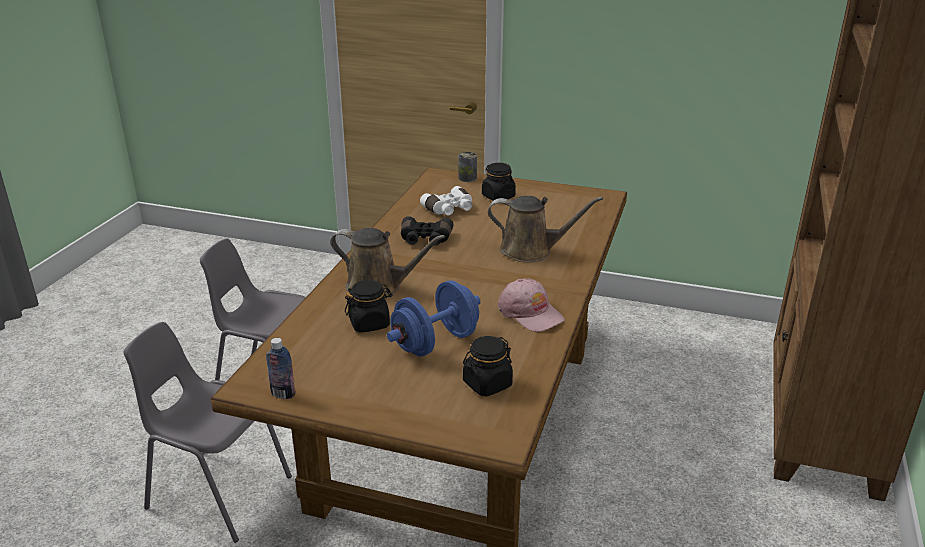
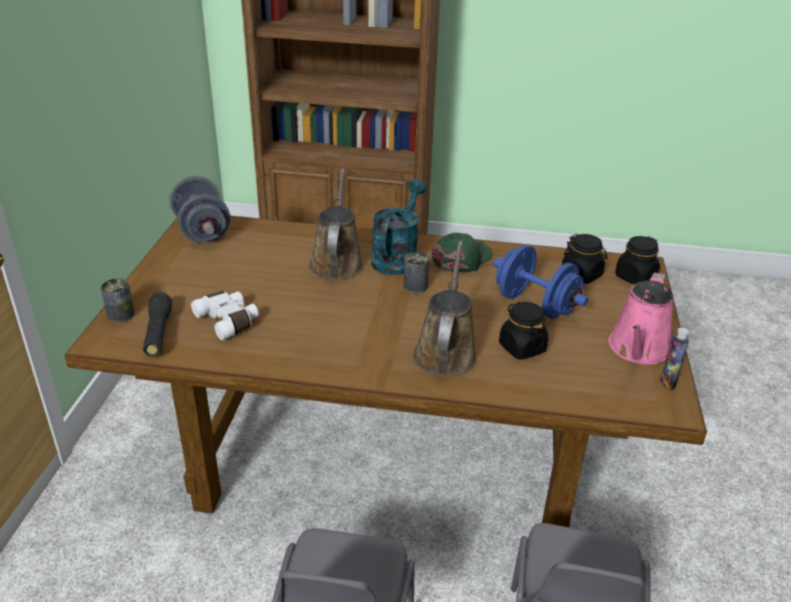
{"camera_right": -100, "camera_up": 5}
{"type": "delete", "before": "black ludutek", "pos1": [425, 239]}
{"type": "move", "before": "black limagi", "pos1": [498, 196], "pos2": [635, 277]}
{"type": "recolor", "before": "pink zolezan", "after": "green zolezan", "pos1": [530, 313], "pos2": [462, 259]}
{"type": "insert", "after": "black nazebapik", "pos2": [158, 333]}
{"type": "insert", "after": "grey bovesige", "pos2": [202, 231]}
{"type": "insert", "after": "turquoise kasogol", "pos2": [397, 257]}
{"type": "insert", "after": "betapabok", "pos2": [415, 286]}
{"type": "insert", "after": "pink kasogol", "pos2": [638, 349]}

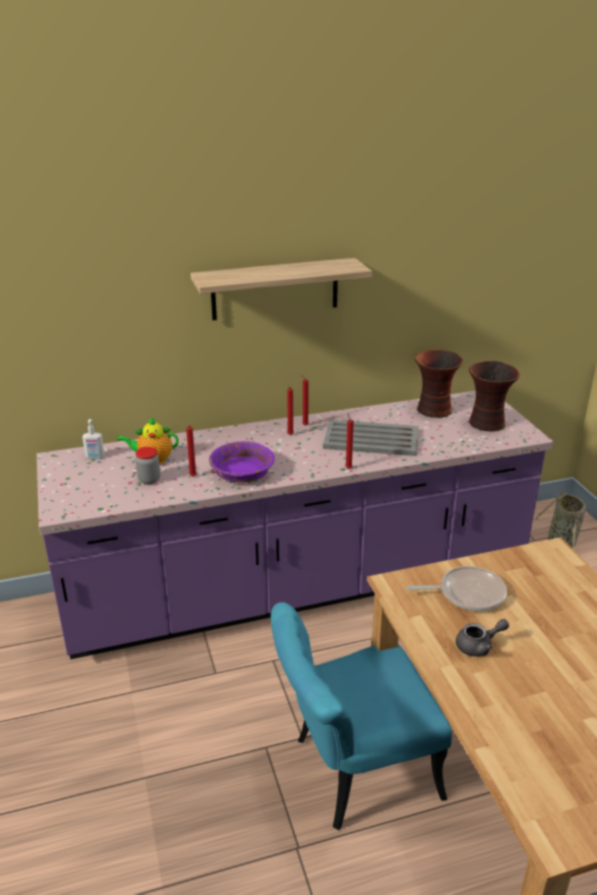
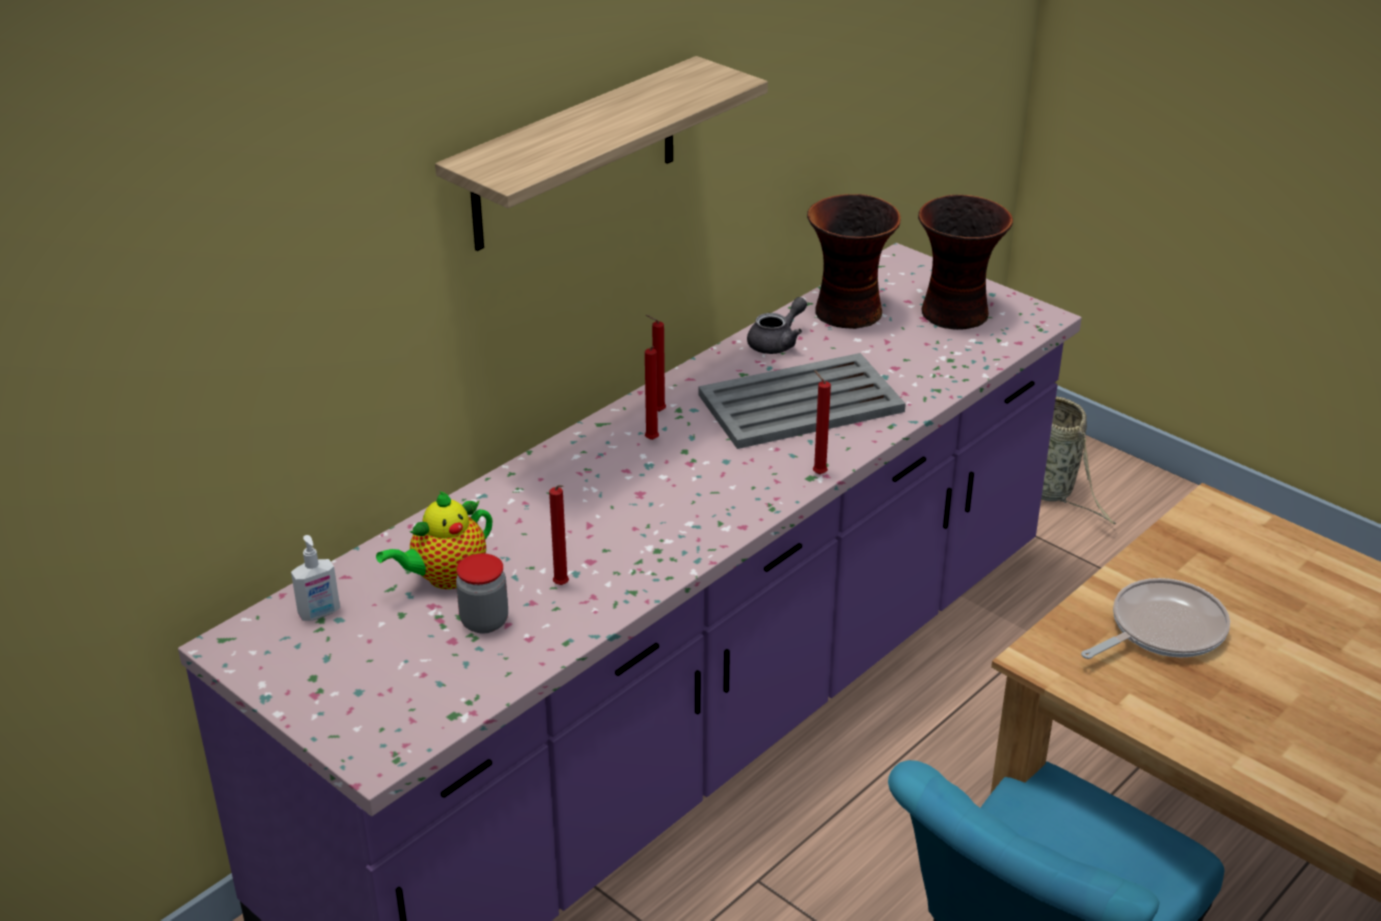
{"camera_right": -30, "camera_up": 5}
{"type": "delete", "before": "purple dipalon", "pos1": [241, 472]}
{"type": "move", "before": "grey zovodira", "pos1": [479, 646], "pos2": [777, 342]}

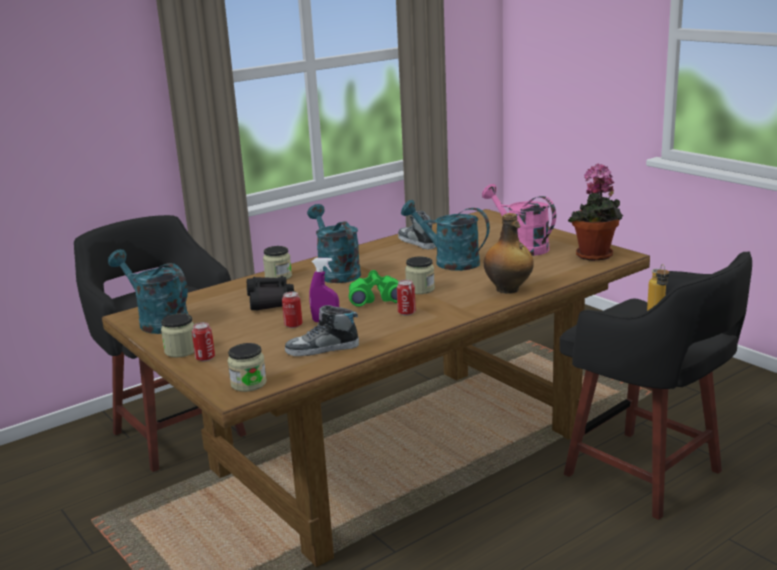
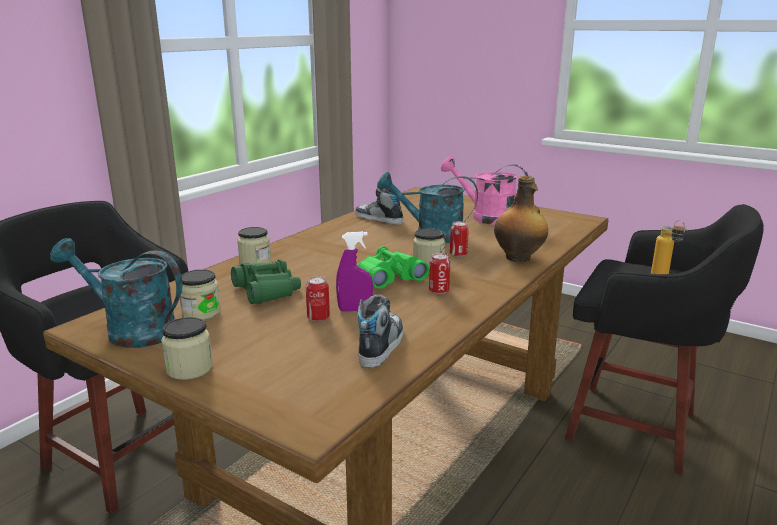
{"camera_right": -20, "camera_up": 0}
{"type": "move", "before": "betapabok", "pos1": [205, 358], "pos2": [458, 254]}
{"type": "move", "before": "limagi", "pos1": [248, 384], "pos2": [201, 312]}
{"type": "recolor", "before": "black ludutek", "after": "green ludutek", "pos1": [270, 301], "pos2": [267, 291]}
{"type": "rotate", "before": "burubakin", "pos1": [322, 349], "pos2": [380, 345], "turn": 135}
{"type": "delete", "before": "turquoise kasogol", "pos1": [335, 272]}
{"type": "delete", "before": "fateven", "pos1": [595, 256]}

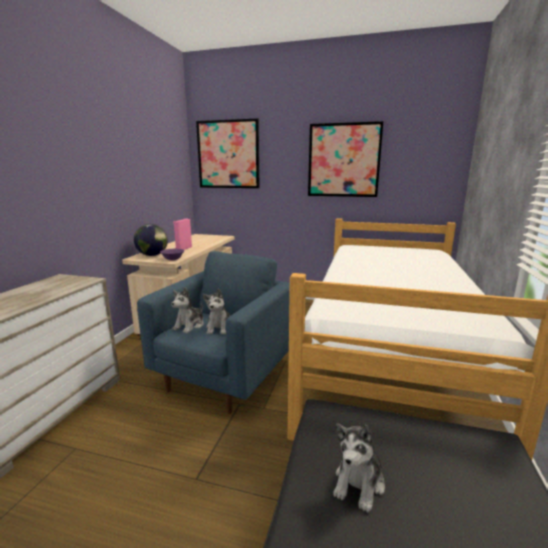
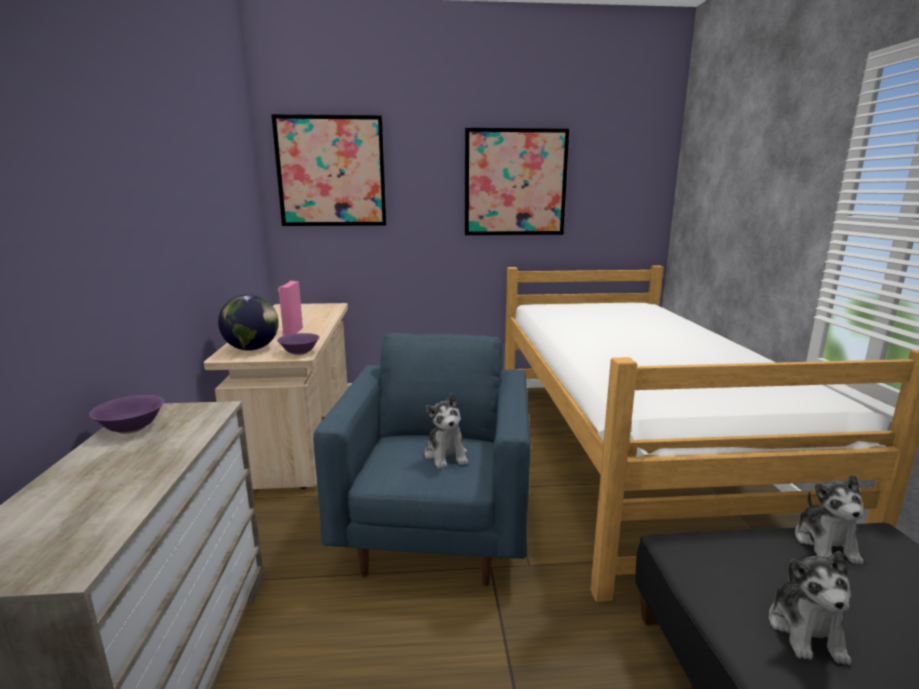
{"camera_right": -20, "camera_up": 0}
{"type": "move", "before": "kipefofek", "pos1": [189, 326], "pos2": [825, 544]}
{"type": "insert", "after": "purple dipalon", "pos2": [132, 428]}

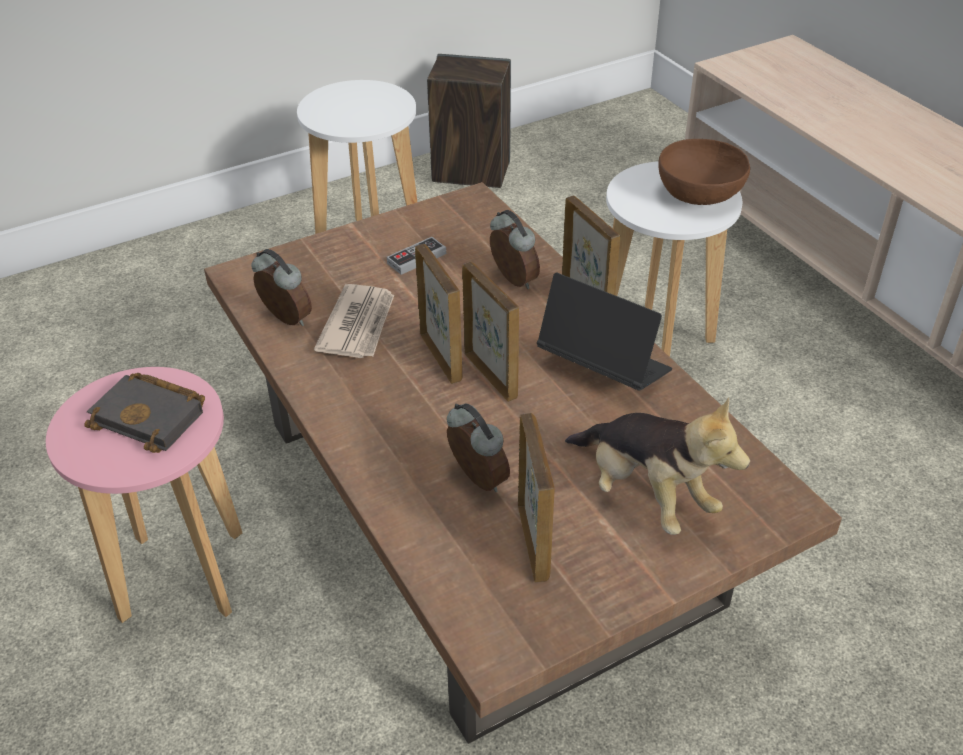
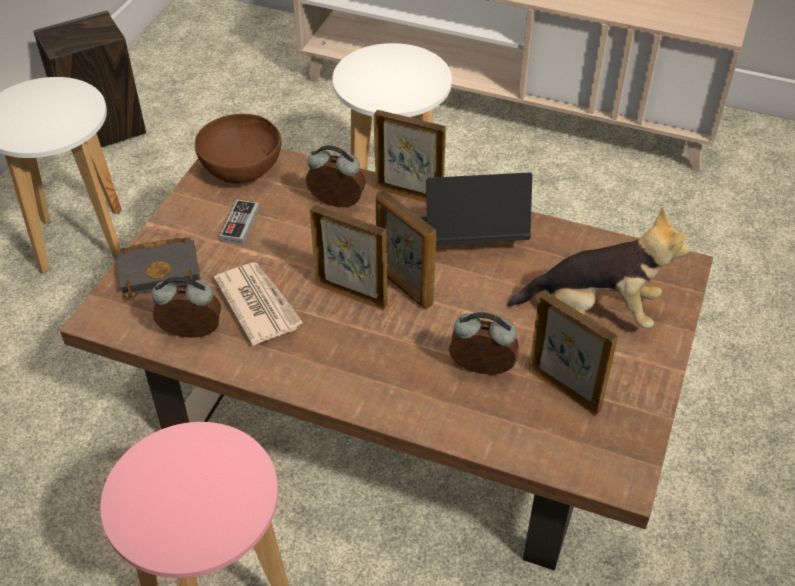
{"camera_right": -40, "camera_up": 5}
{"type": "move", "before": "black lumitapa", "pos1": [153, 417], "pos2": [161, 270]}
{"type": "rotate", "before": "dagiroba", "pos1": [491, 375], "pos2": [403, 287], "turn": -150}
{"type": "move", "before": "brown dipalon", "pos1": [699, 193], "pos2": [241, 167]}

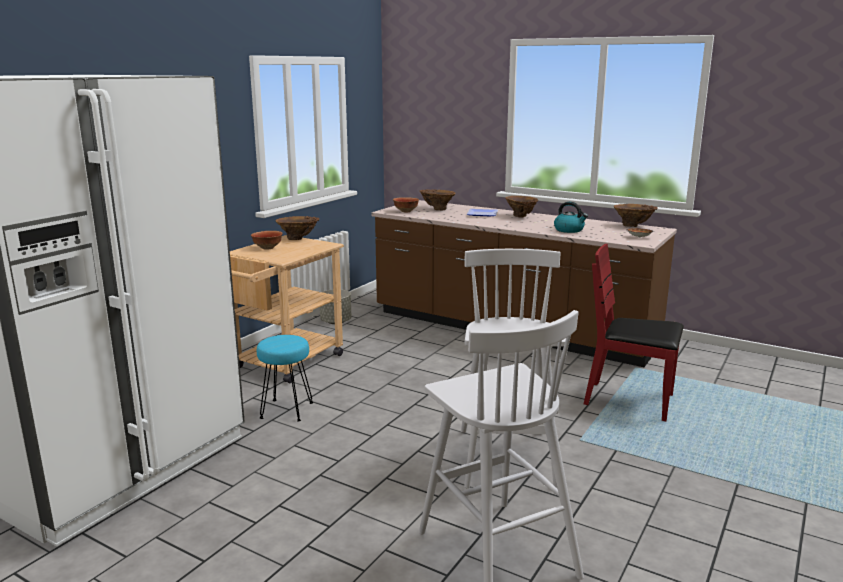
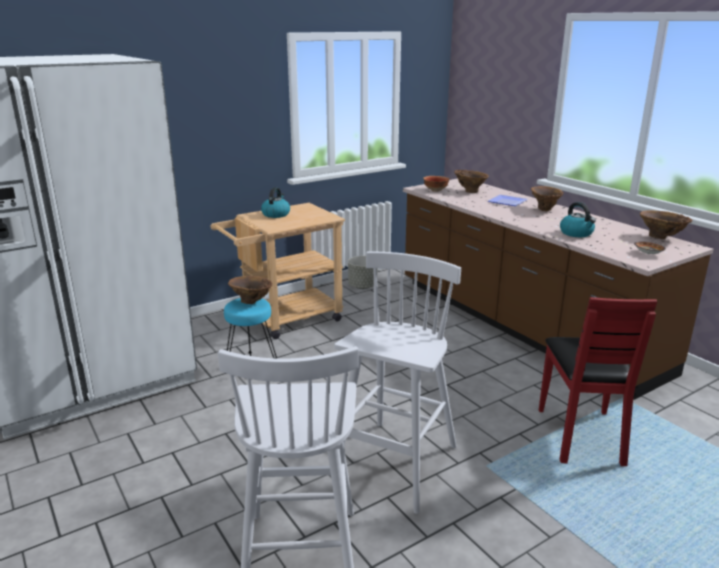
{"camera_right": 25, "camera_up": 5}
{"type": "replace", "before": "dipalon", "after": "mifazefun", "pos1": [267, 248], "pos2": [276, 214]}
{"type": "move", "before": "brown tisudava", "pos1": [298, 239], "pos2": [251, 302]}
{"type": "rotate", "before": "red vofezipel", "pos1": [629, 401], "pos2": [581, 435], "turn": -135}

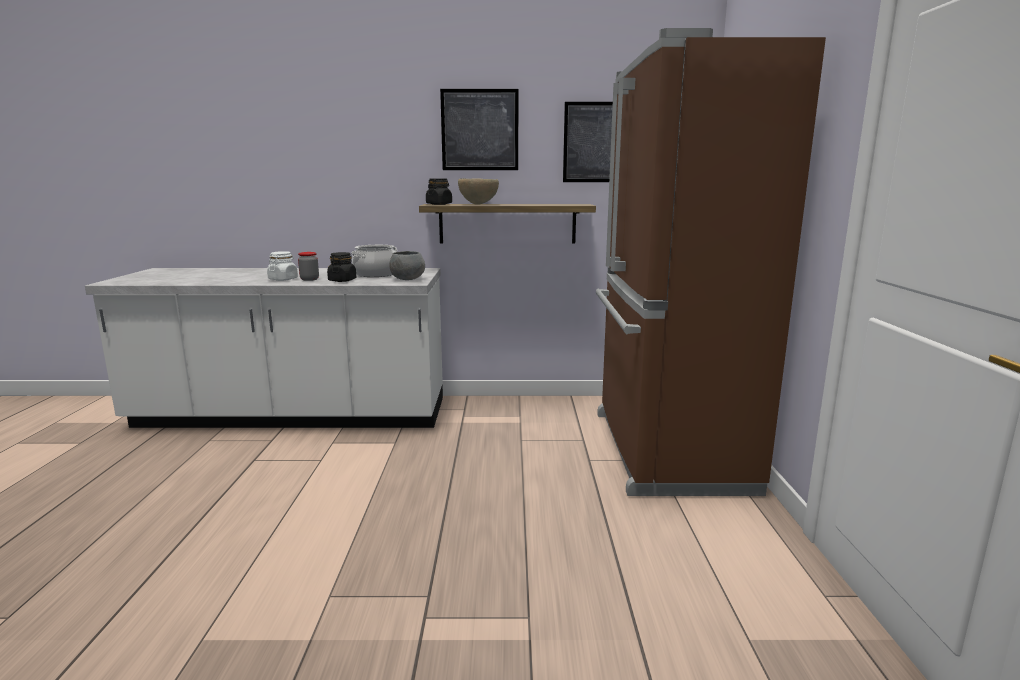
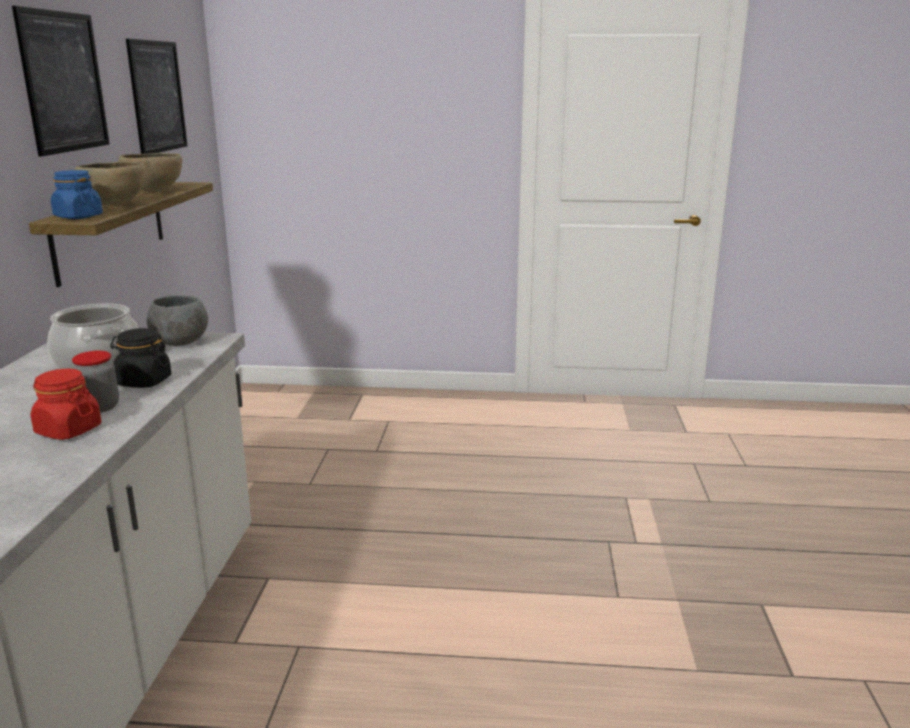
{"camera_right": -85, "camera_up": 5}
{"type": "recolor", "before": "white limagi", "after": "red limagi", "pos1": [283, 279], "pos2": [68, 430]}
{"type": "recolor", "before": "black limagi", "after": "blue limagi", "pos1": [439, 204], "pos2": [78, 217]}
{"type": "delete", "before": "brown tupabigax", "pos1": [666, 450]}
{"type": "insert", "after": "brown dipalon", "pos2": [155, 192]}

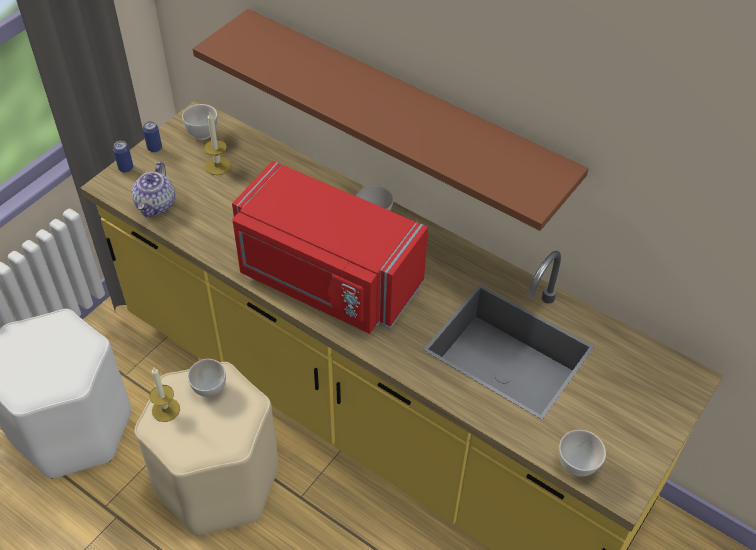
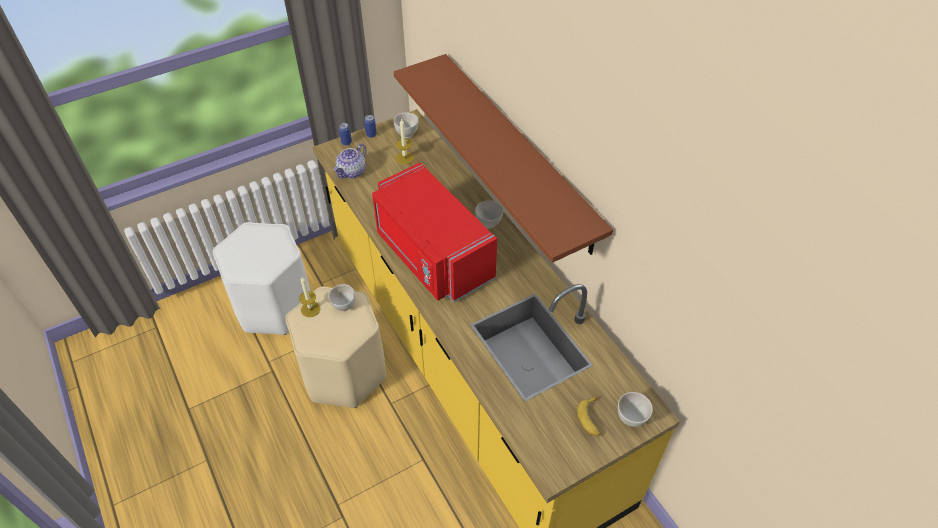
{"camera_right": 25, "camera_up": 0}
{"type": "move", "before": "white dipalon", "pos1": [577, 466], "pos2": [631, 418]}
{"type": "insert", "after": "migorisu", "pos2": [591, 419]}

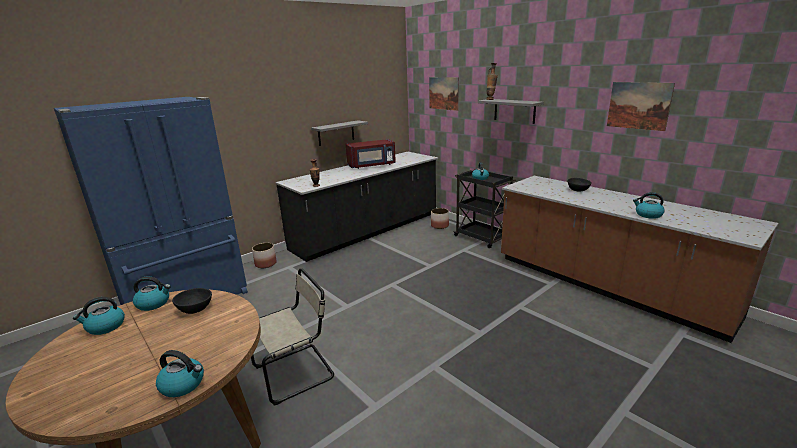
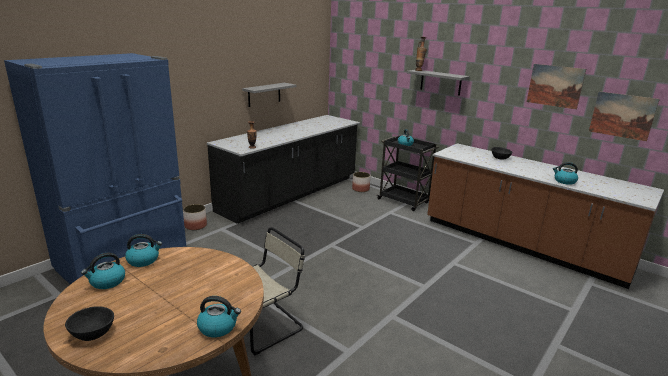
{"camera_right": -10, "camera_up": 0}
{"type": "move", "before": "black dipalon", "pos1": [195, 309], "pos2": [92, 333]}
{"type": "delete", "before": "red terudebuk", "pos1": [372, 165]}
{"type": "move", "before": "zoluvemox", "pos1": [443, 93], "pos2": [622, 115]}

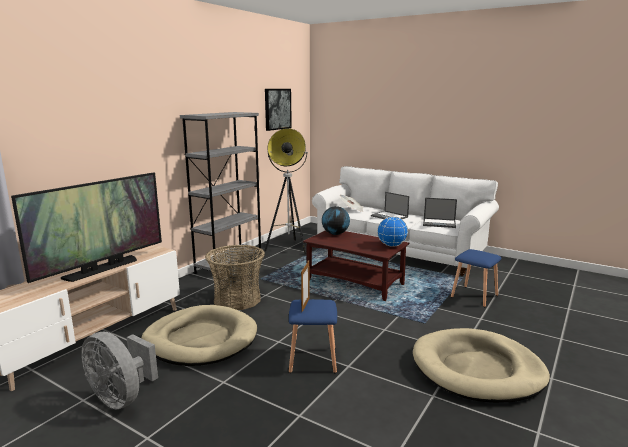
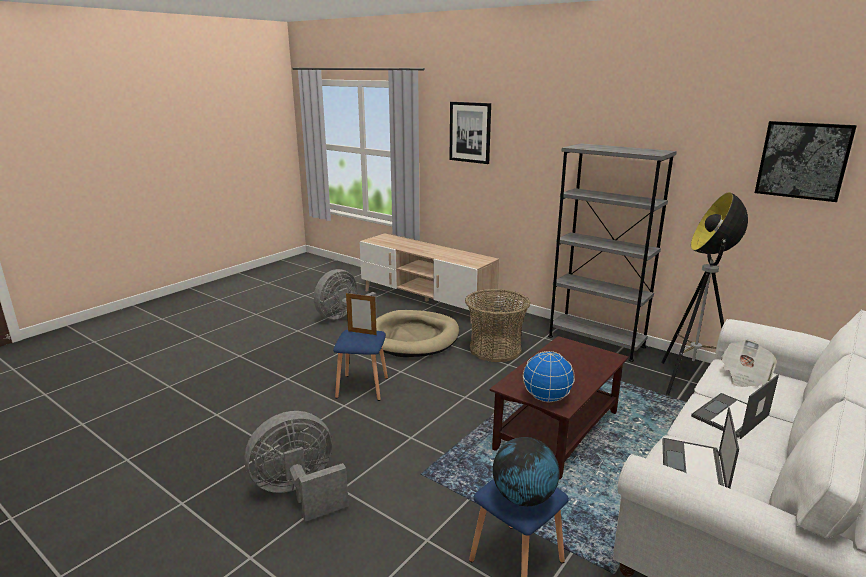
{"camera_right": 95, "camera_up": 5}
{"type": "delete", "before": "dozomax", "pos1": [102, 269]}
{"type": "move", "before": "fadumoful", "pos1": [335, 234], "pos2": [523, 498]}
{"type": "replace", "before": "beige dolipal", "after": "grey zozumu", "pos1": [477, 369], "pos2": [299, 493]}
{"type": "insert", "after": "zoluvemox", "pos2": [470, 132]}

